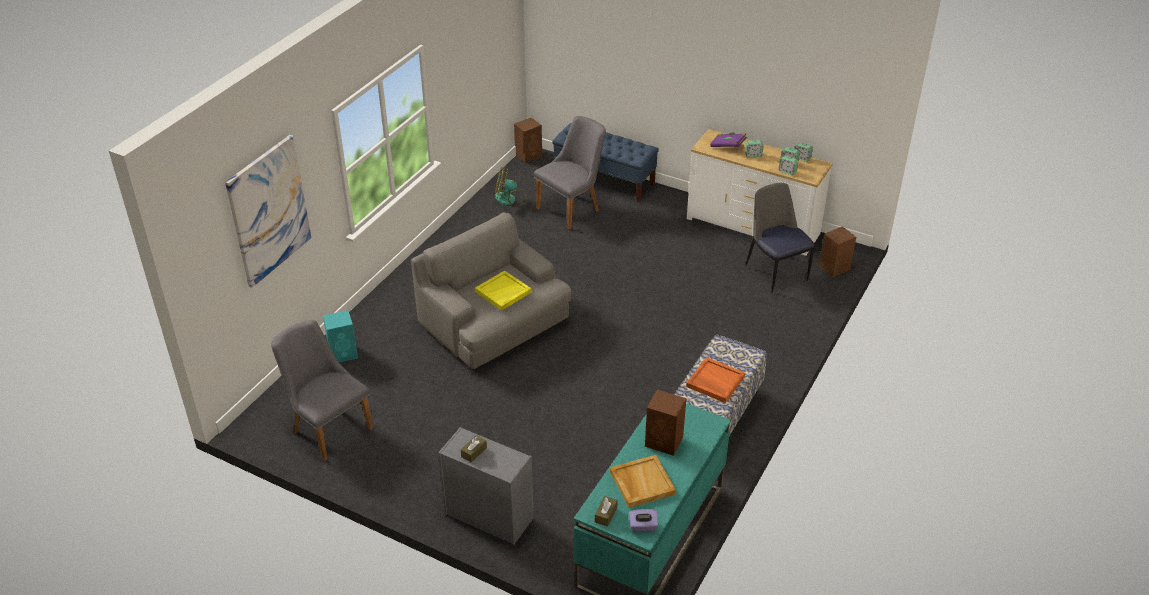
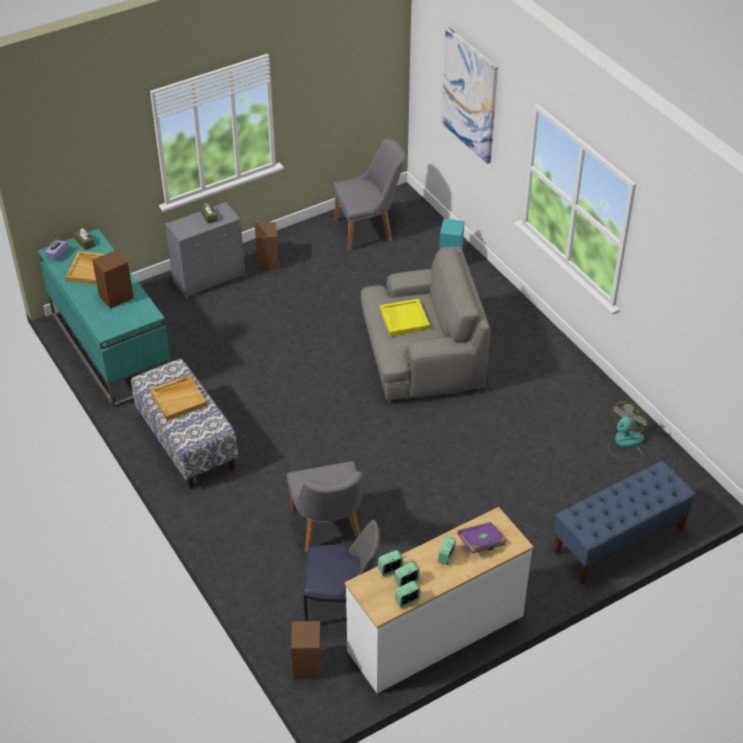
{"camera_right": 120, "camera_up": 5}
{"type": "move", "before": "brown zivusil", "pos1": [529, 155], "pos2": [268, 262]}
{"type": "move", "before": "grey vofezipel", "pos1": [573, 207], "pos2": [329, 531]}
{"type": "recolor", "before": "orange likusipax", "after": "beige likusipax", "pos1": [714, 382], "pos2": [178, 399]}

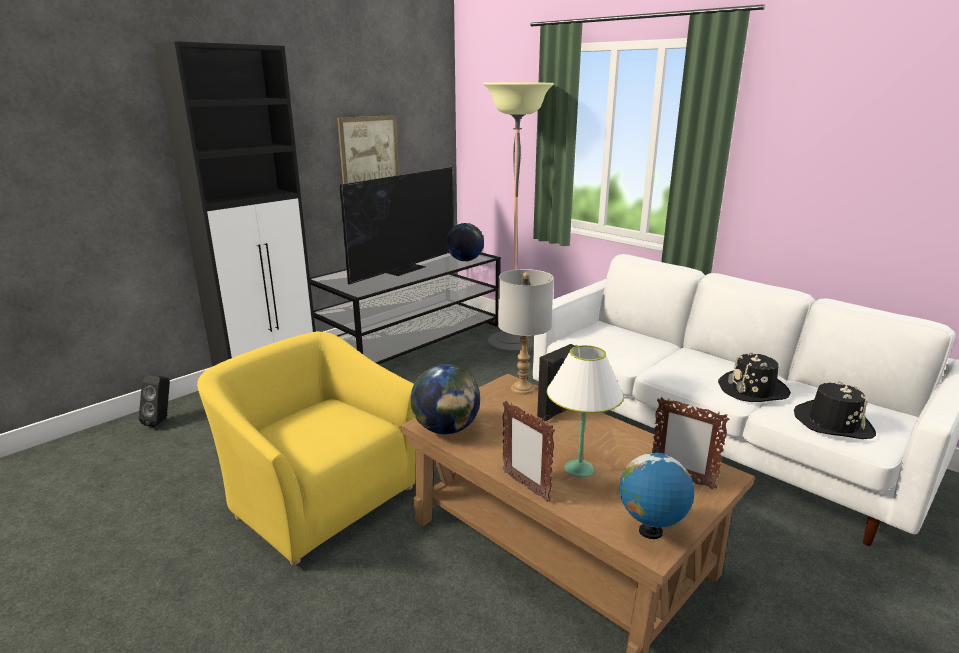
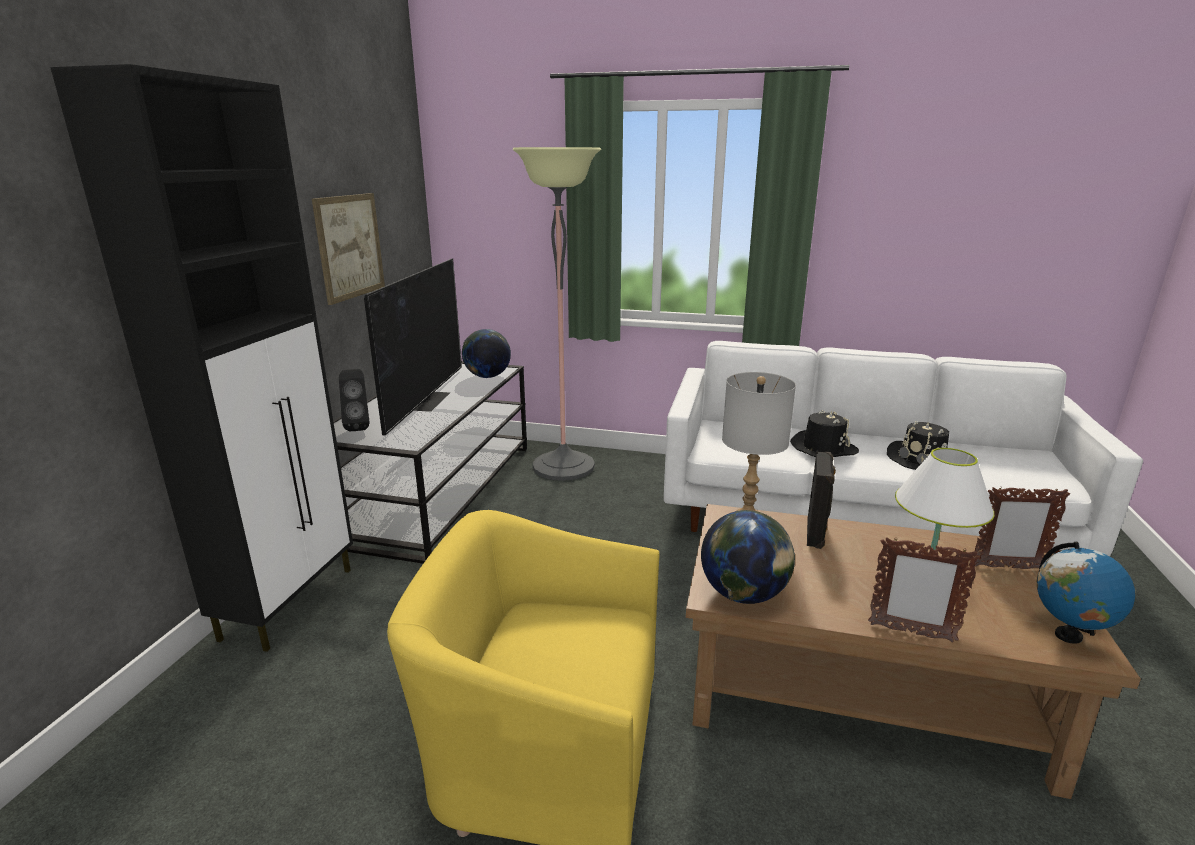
{"camera_right": -30, "camera_up": 0}
{"type": "move", "before": "black zivusil", "pos1": [161, 421], "pos2": [359, 427]}
{"type": "move", "before": "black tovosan", "pos1": [832, 423], "pos2": [823, 448]}

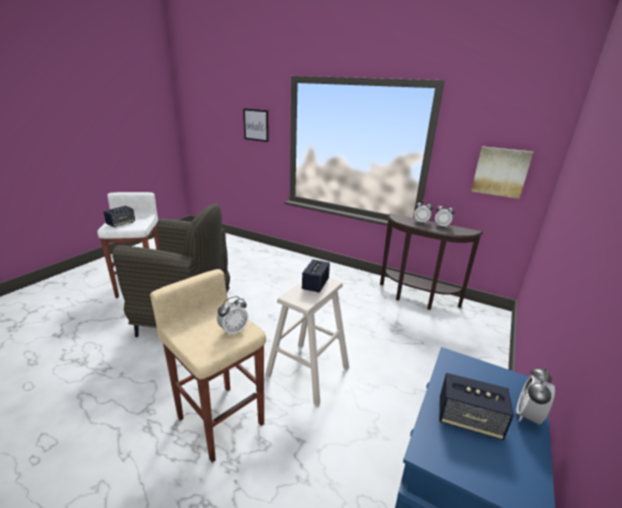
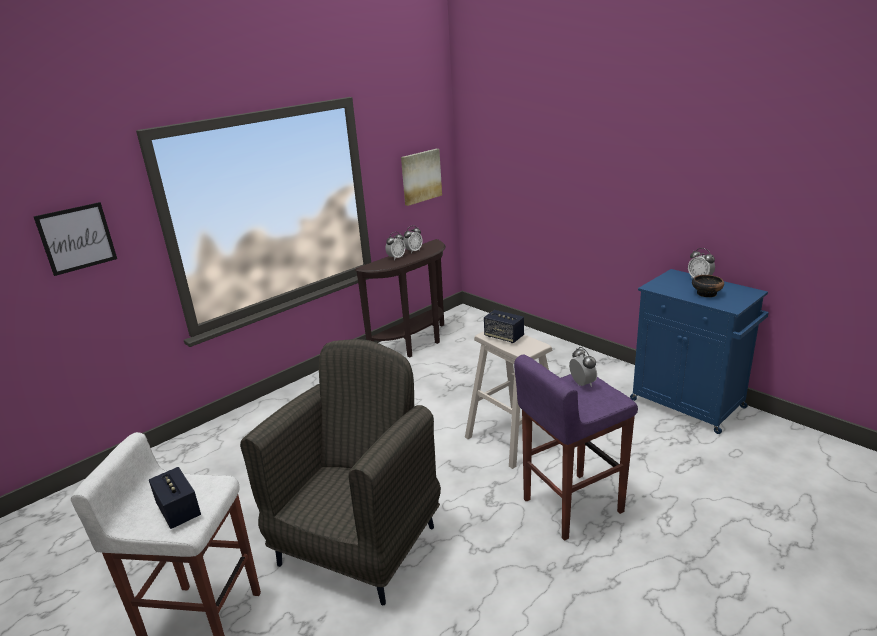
{"camera_right": -70, "camera_up": 0}
{"type": "recolor", "before": "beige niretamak", "after": "purple niretamak", "pos1": [220, 419], "pos2": [570, 505]}
{"type": "replace", "before": "zivusil", "after": "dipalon", "pos1": [468, 420], "pos2": [706, 293]}

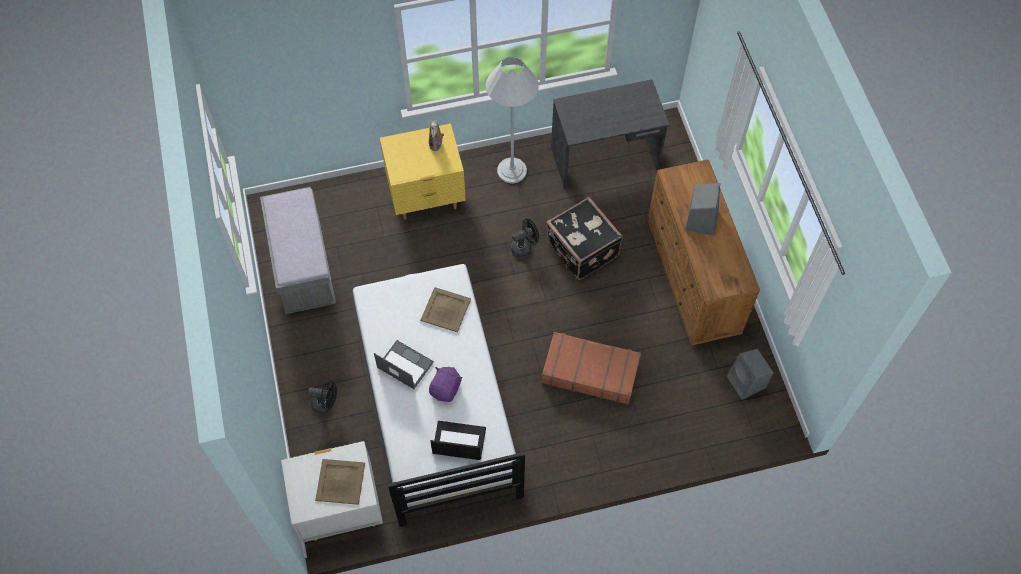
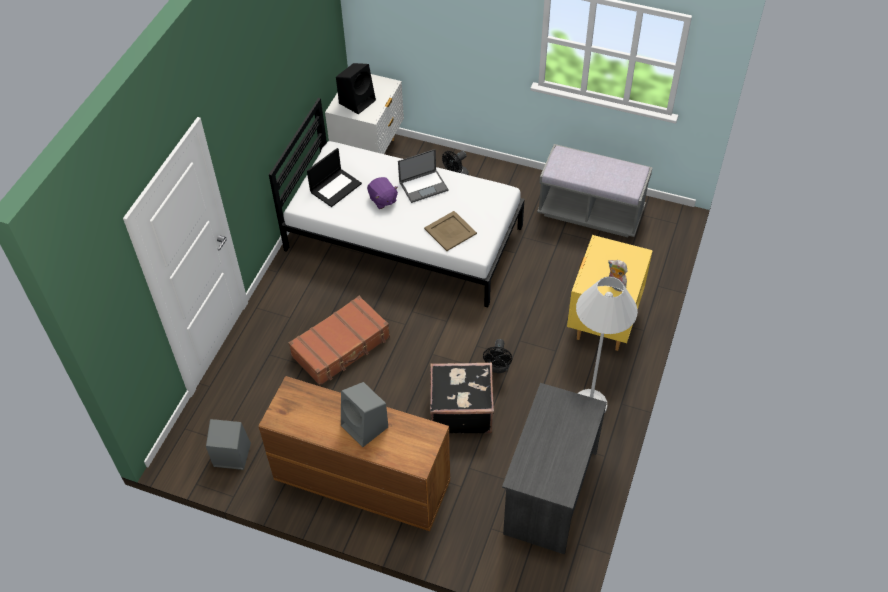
{"camera_right": 125, "camera_up": -10}
{"type": "replace", "before": "beige likusipax", "after": "black zivusil", "pos1": [340, 482], "pos2": [357, 101]}

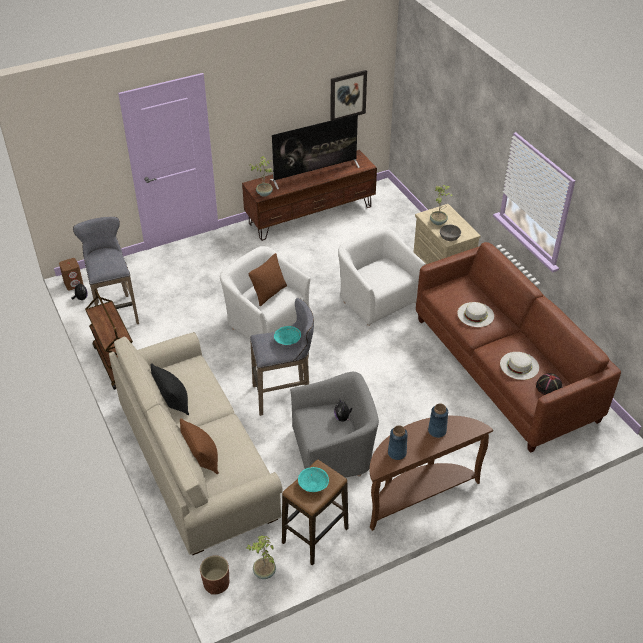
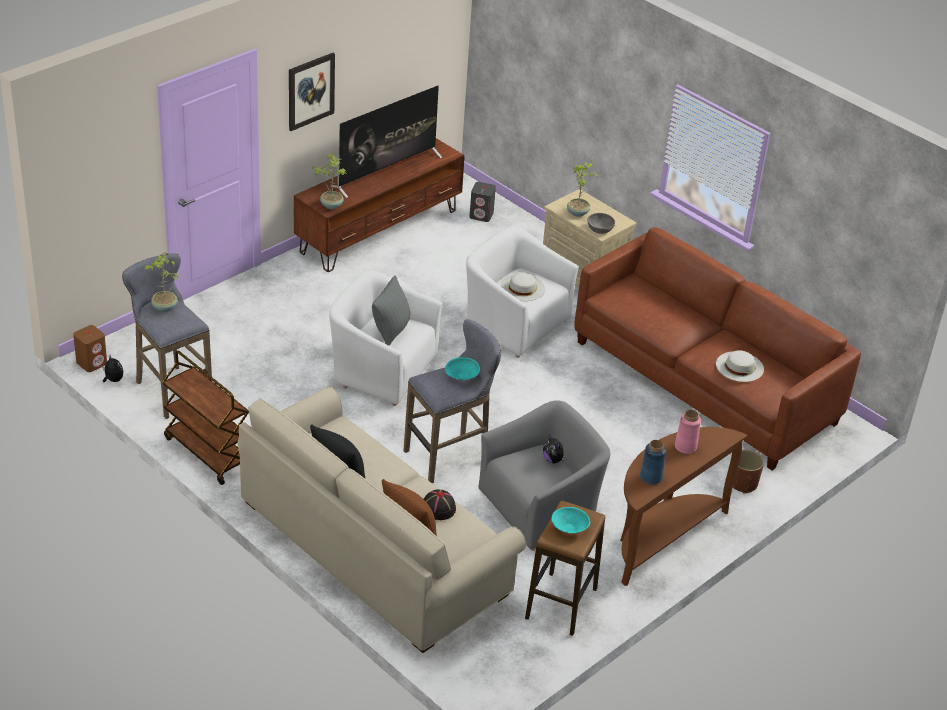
{"camera_right": -20, "camera_up": -5}
{"type": "move", "before": "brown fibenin", "pos1": [216, 583], "pos2": [742, 484]}
{"type": "move", "before": "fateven", "pos1": [264, 572], "pos2": [164, 308]}
{"type": "recolor", "before": "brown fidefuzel", "after": "grey fidefuzel", "pos1": [269, 293], "pos2": [391, 331]}
{"type": "move", "before": "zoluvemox", "pos1": [348, 95], "pos2": [310, 91]}
{"type": "recolor", "before": "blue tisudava", "after": "pink tisudava", "pos1": [437, 431], "pos2": [685, 447]}
{"type": "move", "before": "white tovosan", "pos1": [475, 314], "pos2": [522, 287]}
{"type": "move", "before": "black tovosan", "pos1": [548, 387], "pos2": [438, 508]}
{"type": "insert", "after": "grey zivusil", "pos2": [481, 215]}

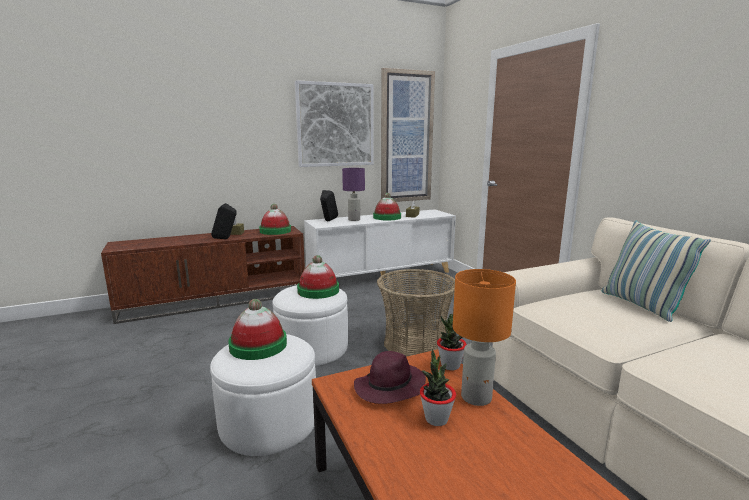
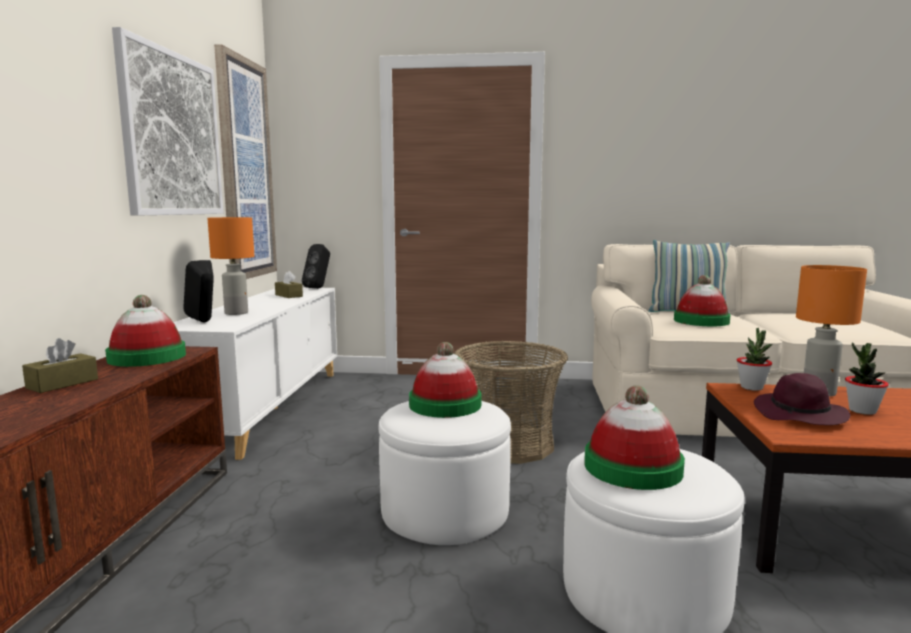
{"camera_right": -60, "camera_up": -5}
{"type": "move", "before": "black zivusil", "pos1": [226, 239], "pos2": [318, 288]}
{"type": "recolor", "before": "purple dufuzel", "after": "orange dufuzel", "pos1": [354, 219], "pos2": [235, 313]}
{"type": "move", "before": "tovosan", "pos1": [387, 217], "pos2": [701, 321]}

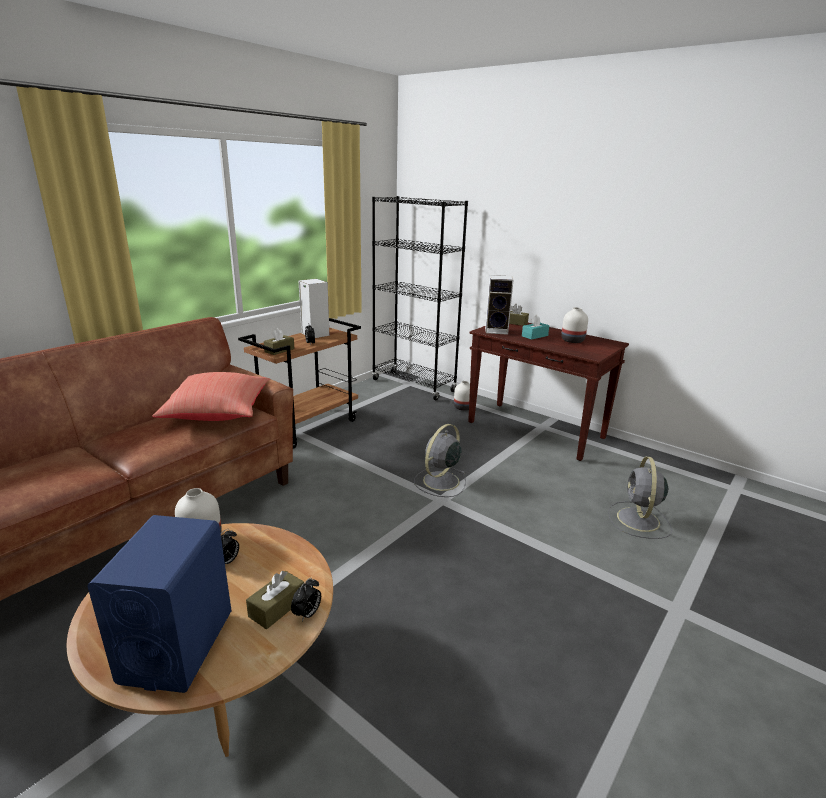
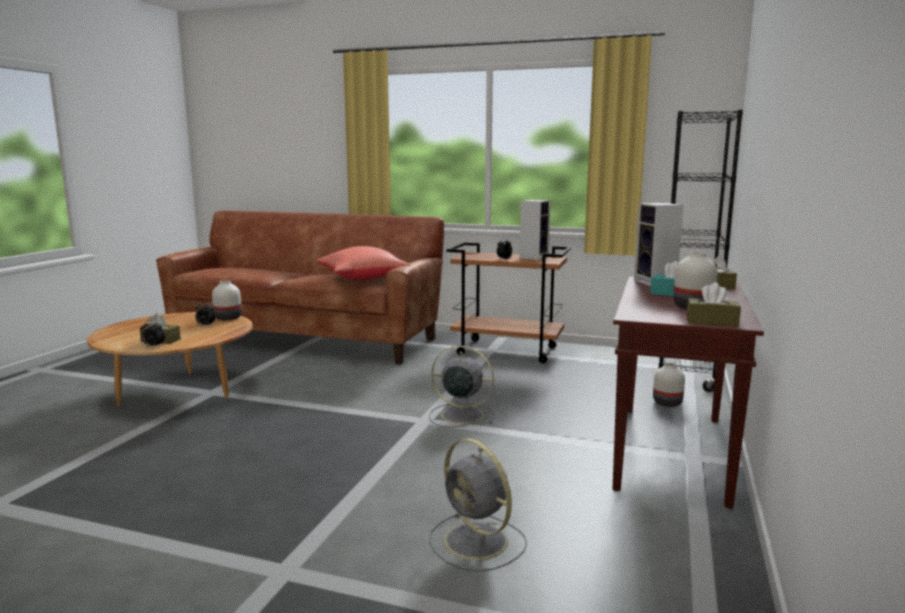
{"camera_right": 70, "camera_up": -10}
{"type": "delete", "before": "blue zivusil", "pos1": [177, 646]}
{"type": "move", "before": "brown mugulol", "pos1": [279, 350], "pos2": [712, 322]}
{"type": "rotate", "before": "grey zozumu", "pos1": [638, 520], "pos2": [477, 542], "turn": -120}

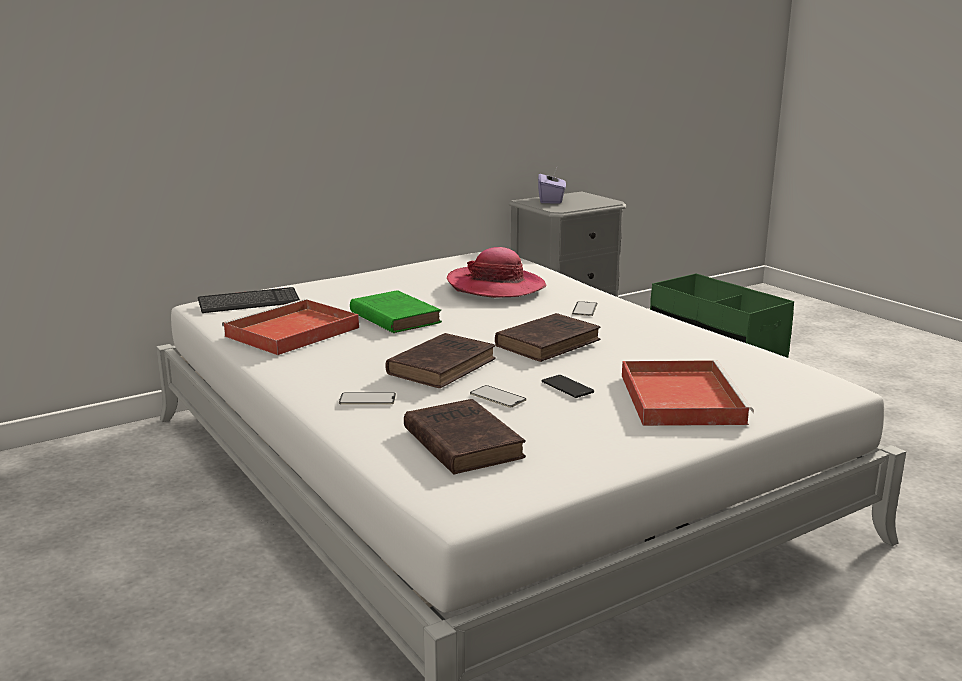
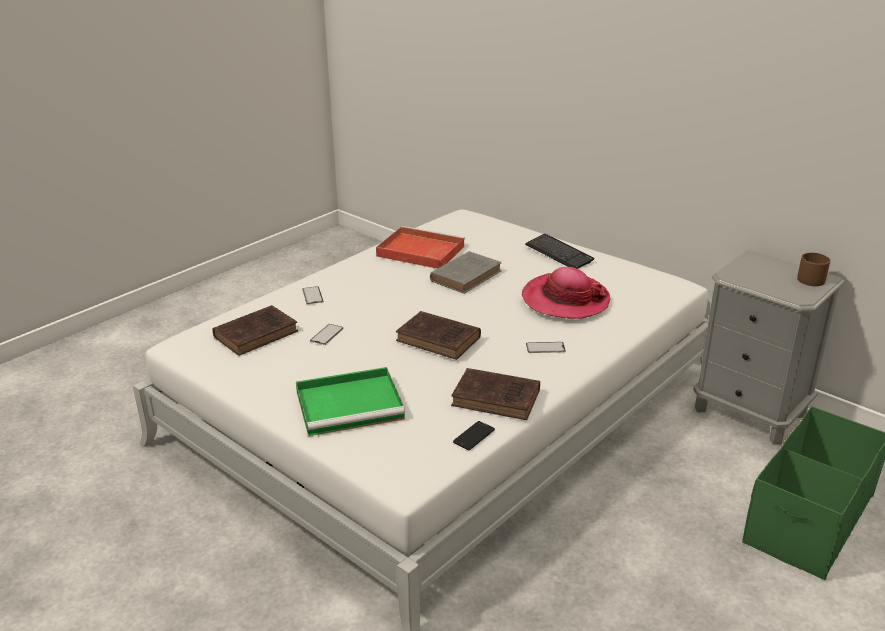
{"camera_right": 75, "camera_up": 10}
{"type": "move", "before": "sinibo", "pos1": [249, 303], "pos2": [559, 253]}
{"type": "recolor", "before": "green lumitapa", "after": "grey lumitapa", "pos1": [393, 317], "pos2": [467, 275]}
{"type": "move", "before": "brown lumitapa", "pos1": [443, 366], "pos2": [498, 398]}
{"type": "delete", "before": "purple mugulol", "pos1": [551, 200]}
{"type": "move", "before": "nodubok", "pos1": [567, 387], "pos2": [474, 436]}
{"type": "recolor", "before": "red likusipax", "after": "green likusipax", "pos1": [679, 398], "pos2": [351, 404]}
{"type": "insert", "after": "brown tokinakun", "pos2": [811, 278]}

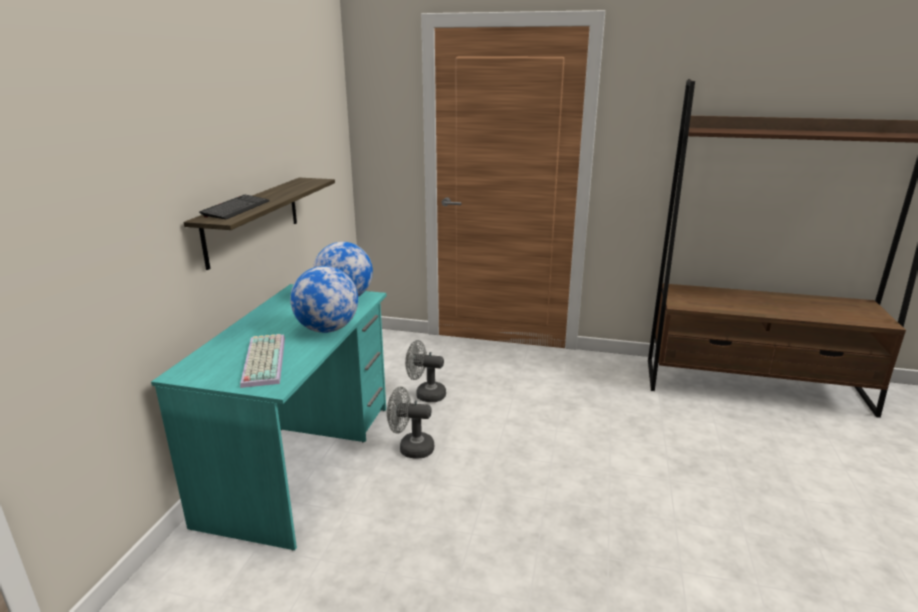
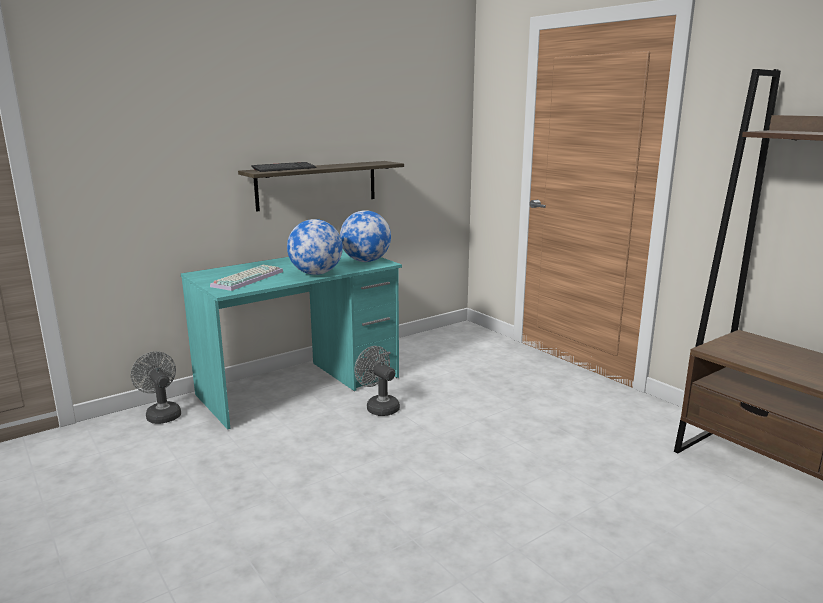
{"camera_right": 40, "camera_up": -5}
{"type": "move", "before": "grey zozumu", "pos1": [425, 394], "pos2": [161, 414]}

